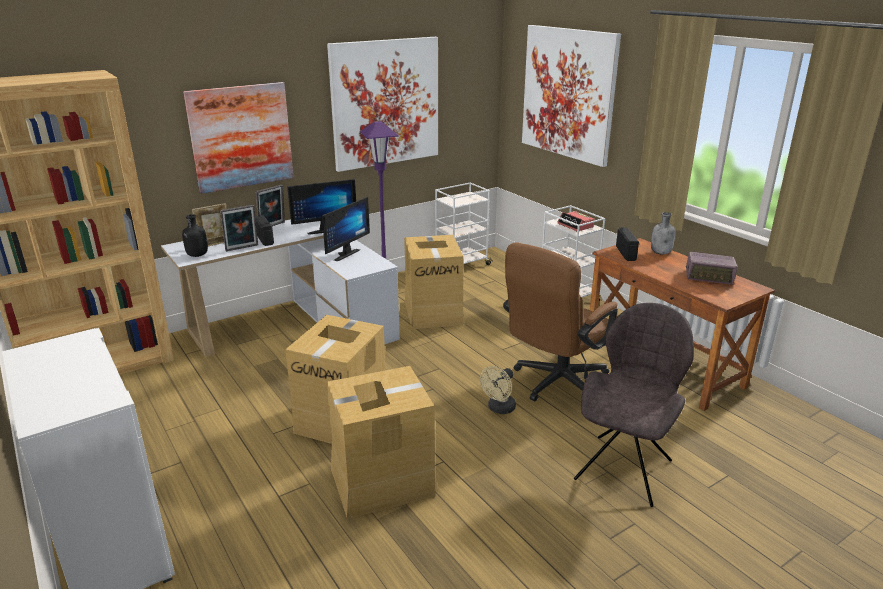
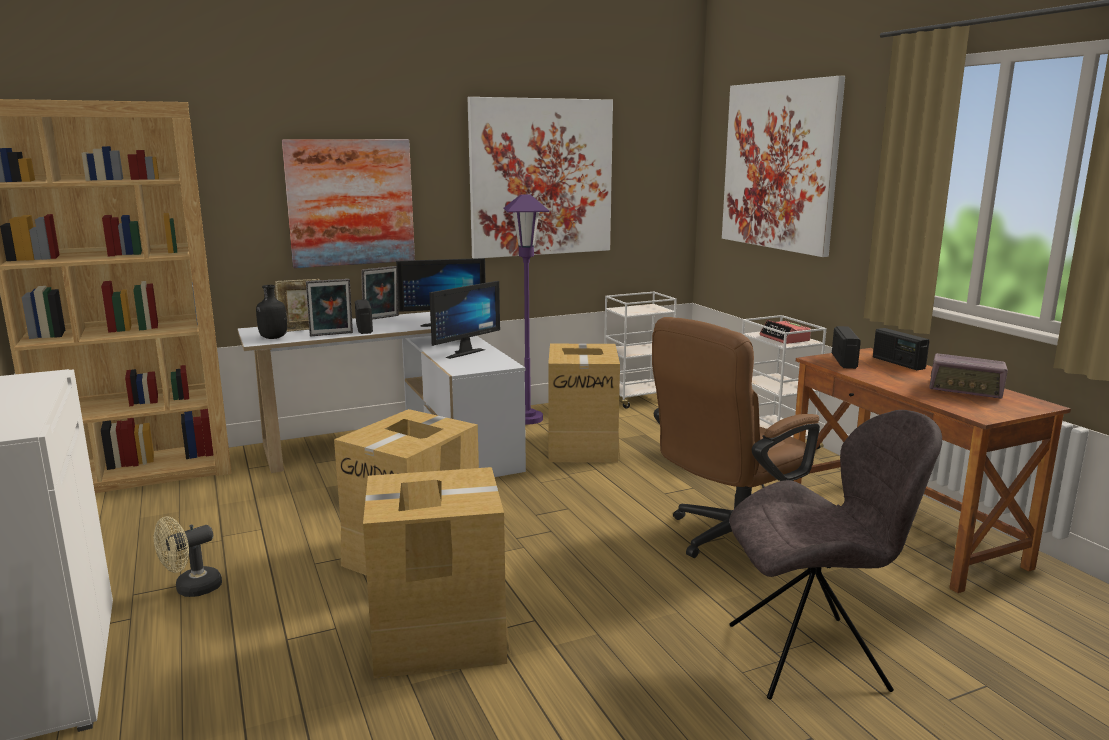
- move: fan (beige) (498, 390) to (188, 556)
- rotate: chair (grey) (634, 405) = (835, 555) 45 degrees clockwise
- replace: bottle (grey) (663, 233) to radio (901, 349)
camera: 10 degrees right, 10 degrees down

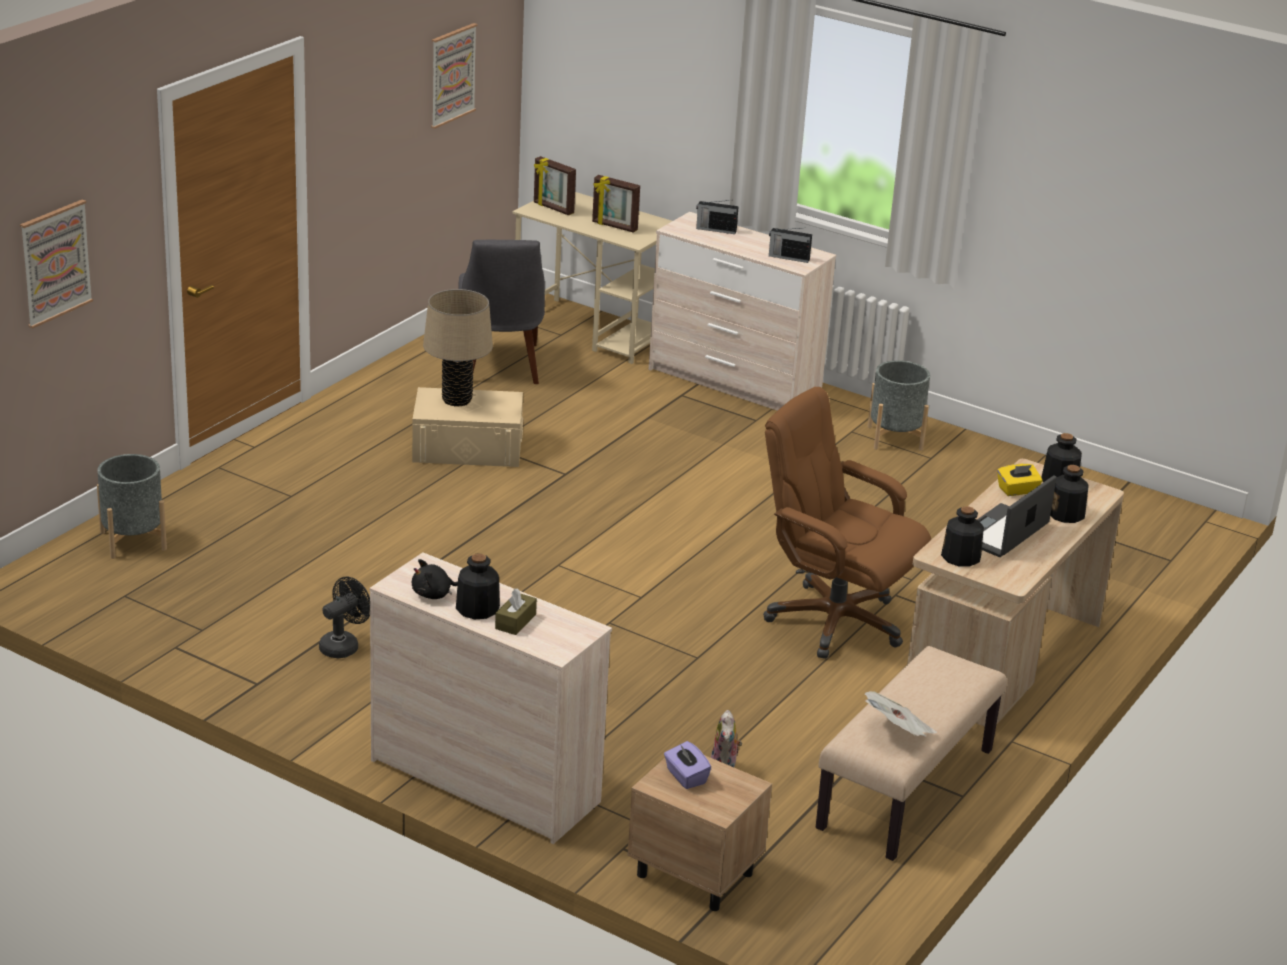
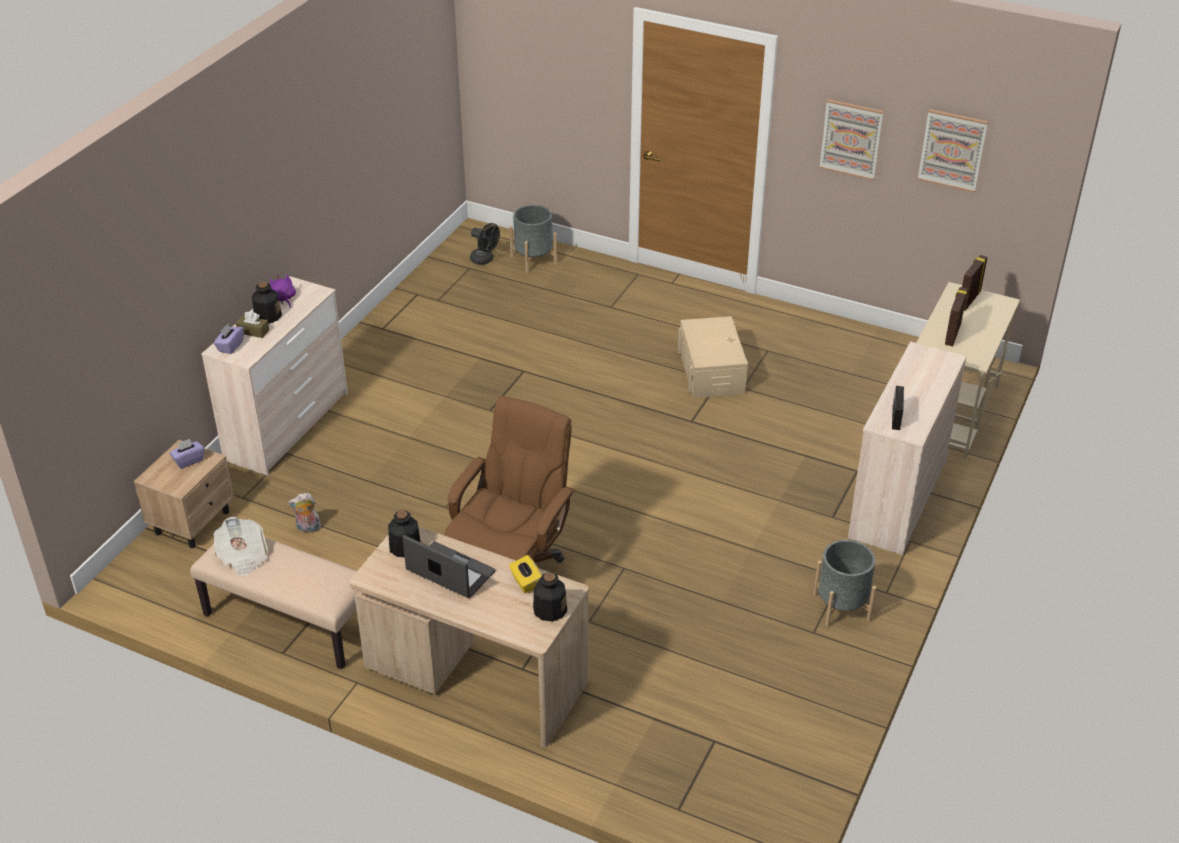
- move: picture (56, 264) to (851, 139)
- move: fan (black) (344, 617) to (485, 244)
- recolor: plush toy (black) (435, 579) to plush toy (purple) (283, 291)
- delete: table lamp (beige) (458, 348)
- delete: chair (grey) (501, 312)
- delete: radio (717, 217)
- delete: bottle (1069, 494)
- insert: tissue box (purple) (229, 339)
camera: 85 degrees right, 10 degrees up

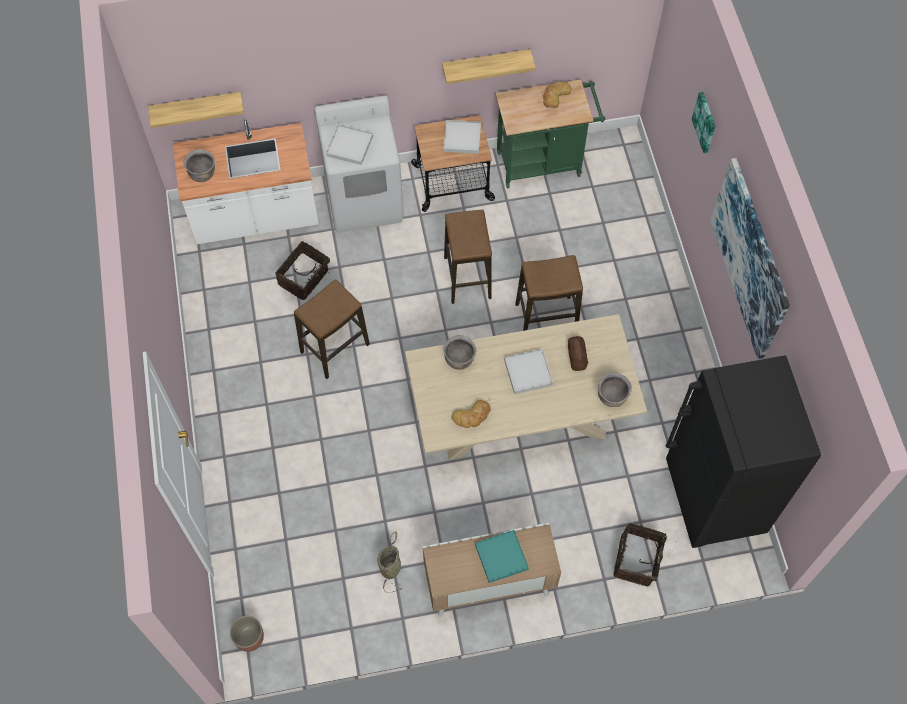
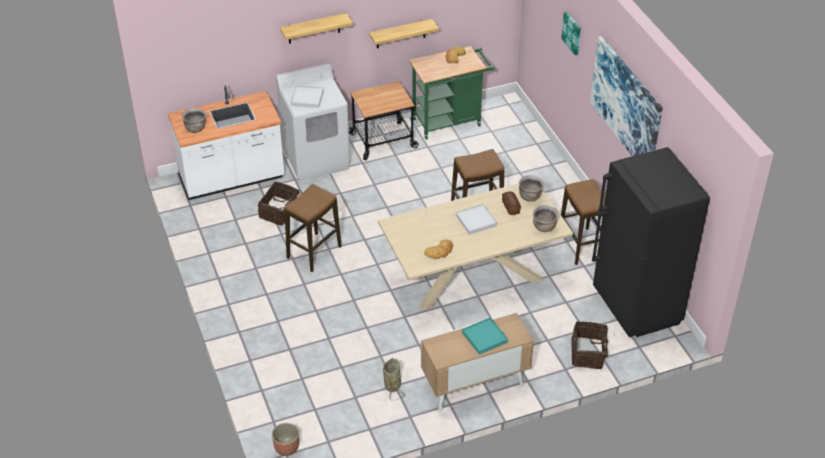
- move: shelf (196, 110) to (316, 28)
- move: cooking pot (brown) (459, 352) to (531, 189)
- delete: tray (white) (462, 137)
- move: stool (468, 256) to (583, 222)
camera: 10 degrees left, 20 degrees down

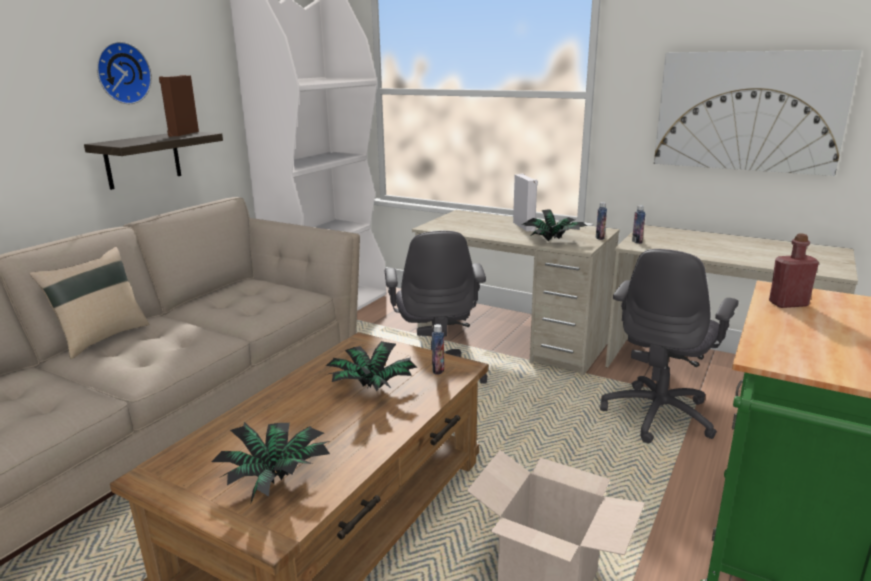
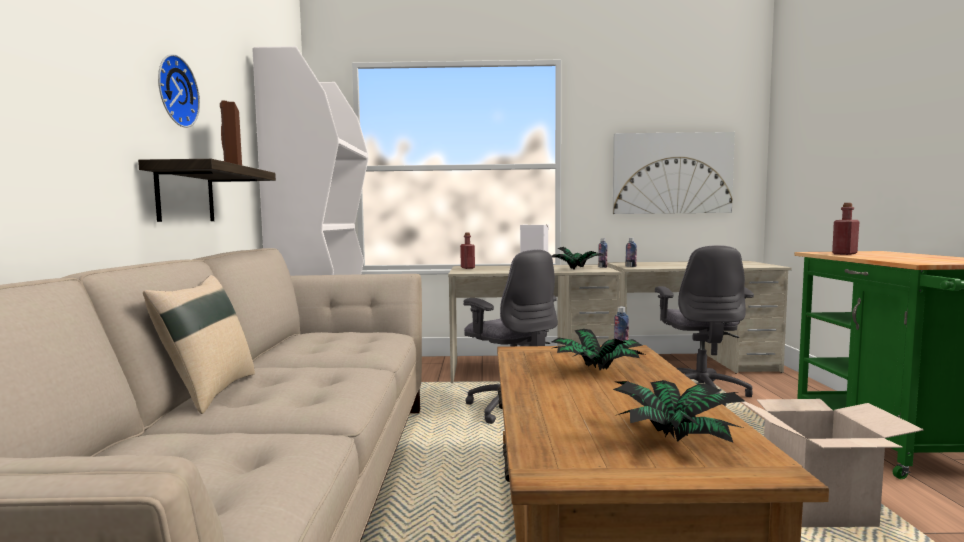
- insert: bottle (red) (467, 250)
camera: 30 degrees left, 15 degrees down

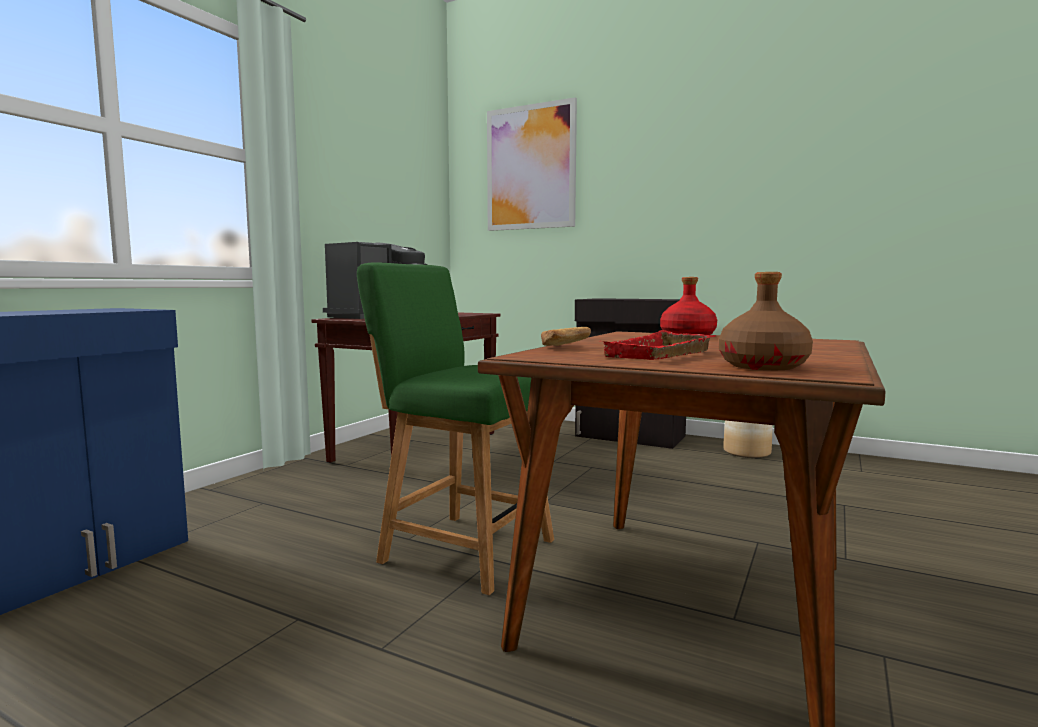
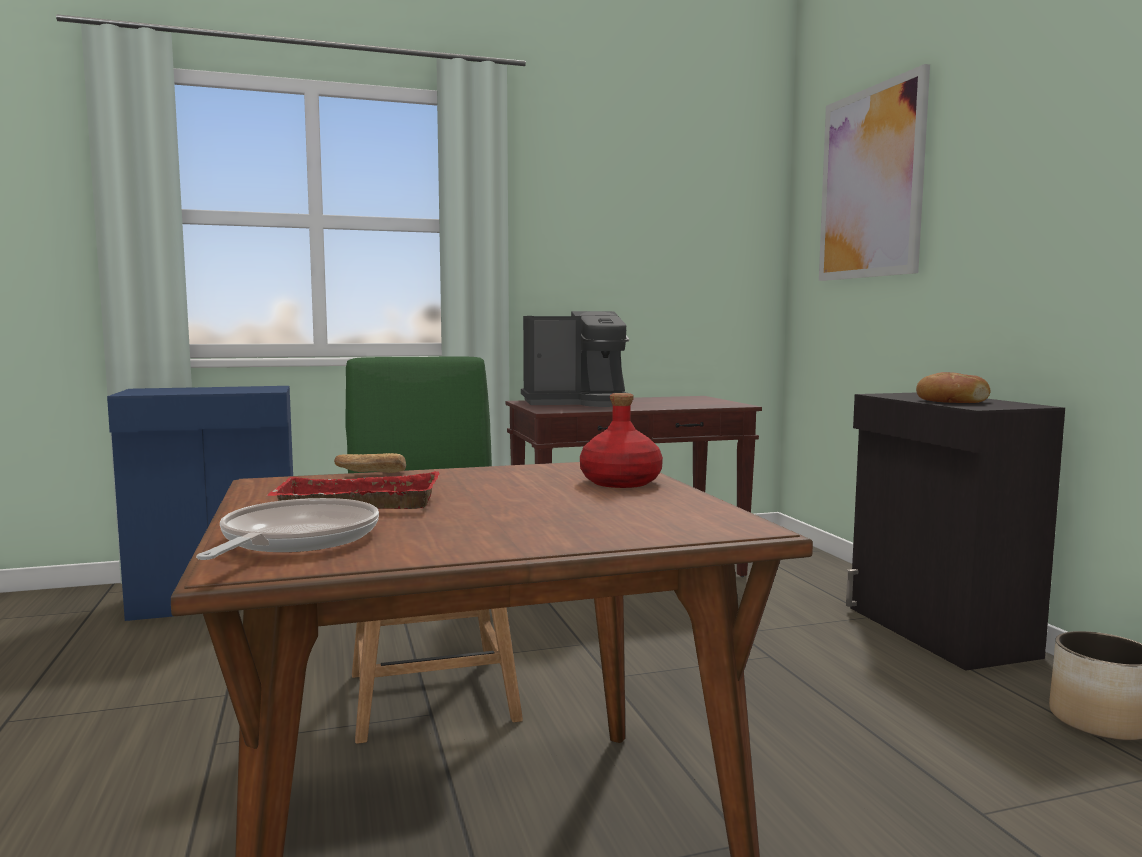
- replace: bottle (brown) (766, 321) to frying pan (287, 529)
- insert: bread (953, 387)
camera: 45 degrees right, 0 degrees up

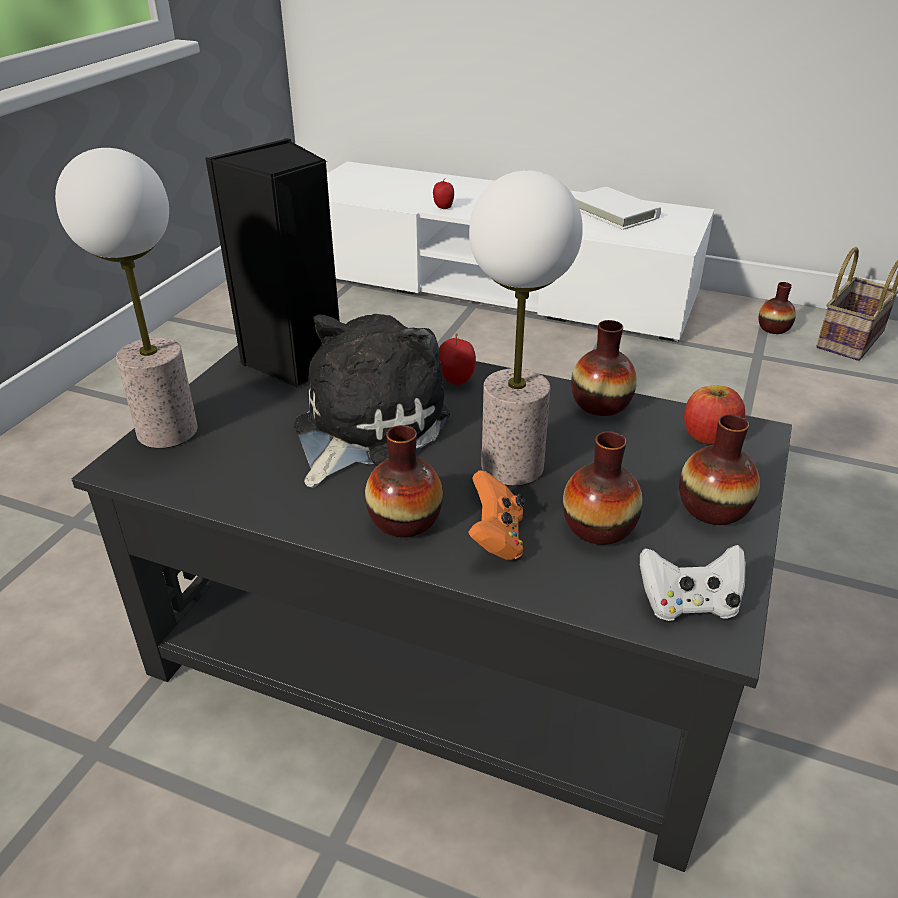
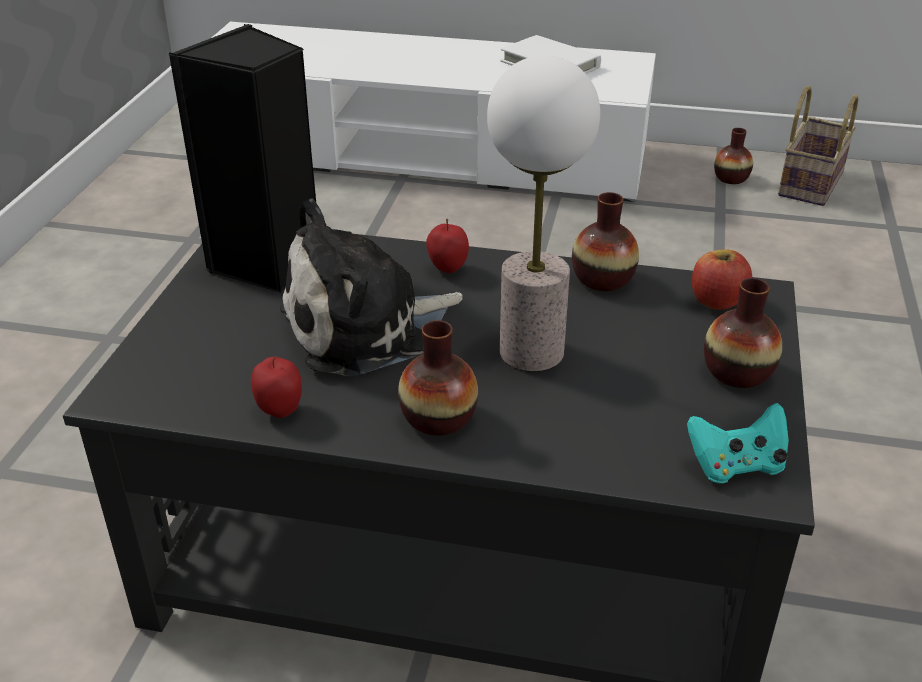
- delete: table lamp (126, 298)
- rotate: plush toy (372, 401) = (371, 287) 135 degrees counterclockwise
- move: apple (443, 194) to (276, 387)
- delete: game controller (orange) (496, 515)
- delete: vase (603, 488)
- recolor: game controller (white) (693, 583) to game controller (turquoise) (738, 443)
camera: 10 degrees left, 0 degrees up

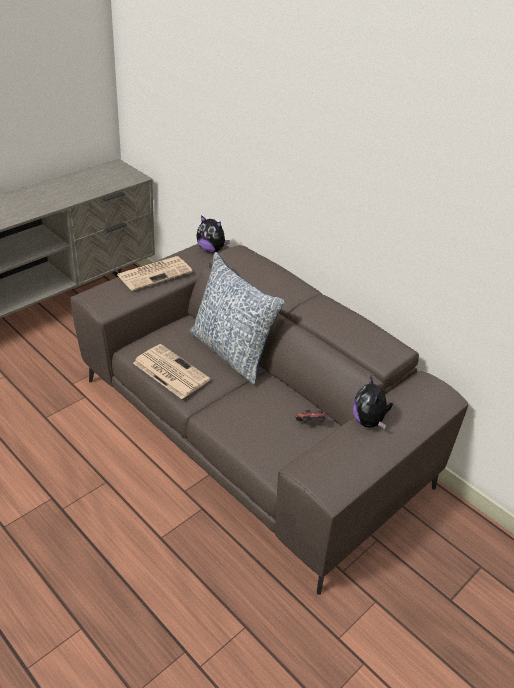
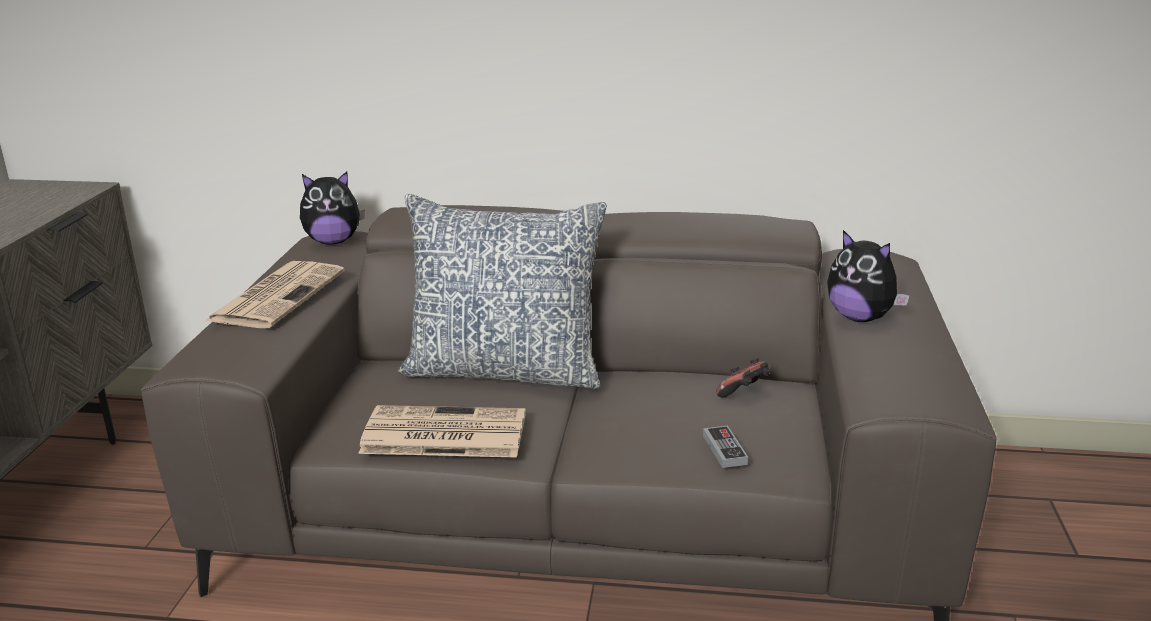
- insert: game controller (725, 447)
camera: 35 degrees left, 15 degrees down

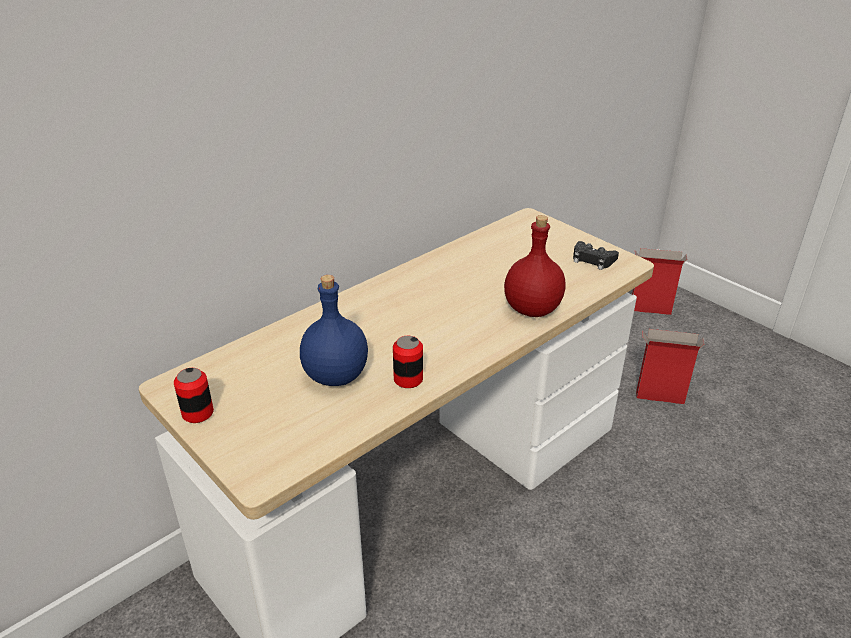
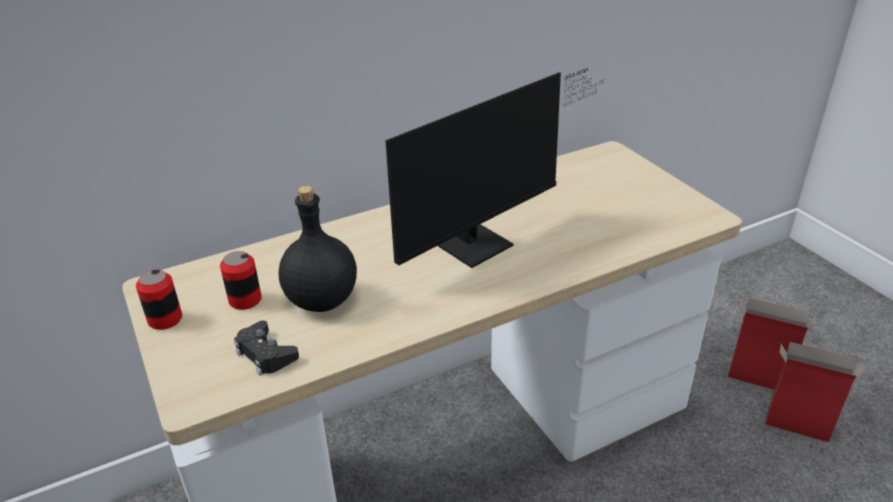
- recolor: bottle (blue) (334, 330) to bottle (black) (317, 249)
- move: can (408, 362) to (241, 280)
- delete: bottle (red) (535, 266)
- move: game controller (black) (596, 255) to (266, 348)
- move: cardboard box (659, 281) to (814, 392)
- insert: monitor (495, 168)
camera: 15 degrees right, 0 degrees up

